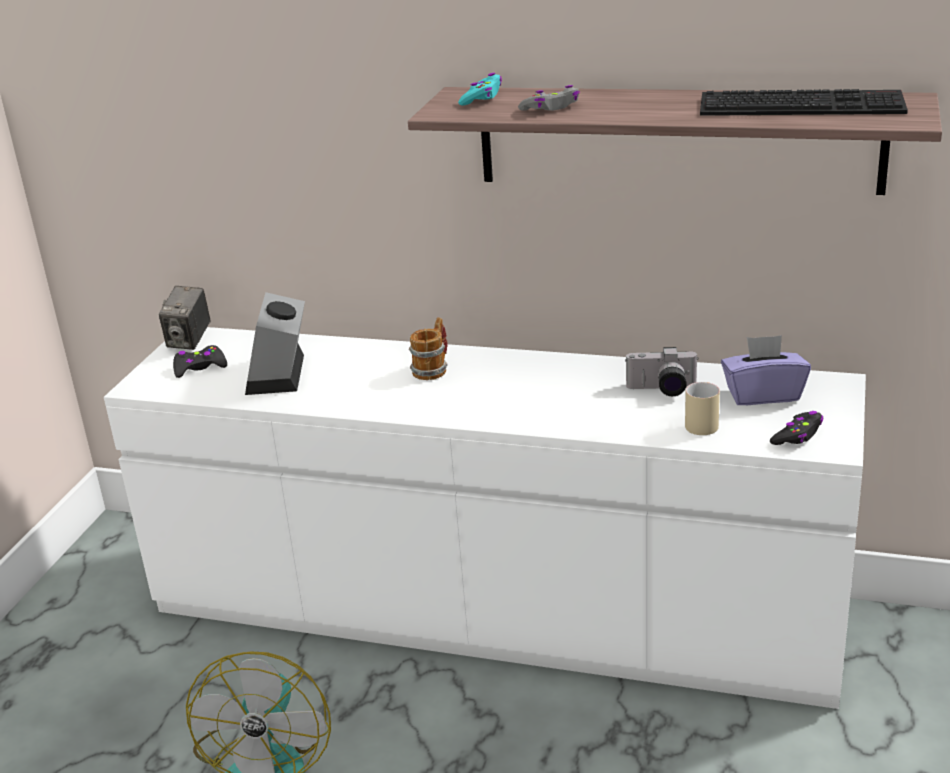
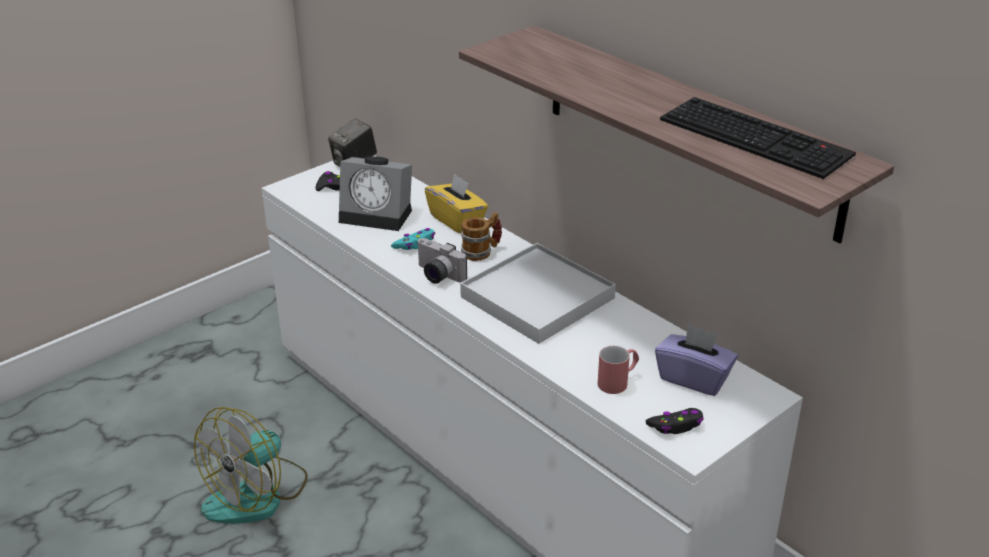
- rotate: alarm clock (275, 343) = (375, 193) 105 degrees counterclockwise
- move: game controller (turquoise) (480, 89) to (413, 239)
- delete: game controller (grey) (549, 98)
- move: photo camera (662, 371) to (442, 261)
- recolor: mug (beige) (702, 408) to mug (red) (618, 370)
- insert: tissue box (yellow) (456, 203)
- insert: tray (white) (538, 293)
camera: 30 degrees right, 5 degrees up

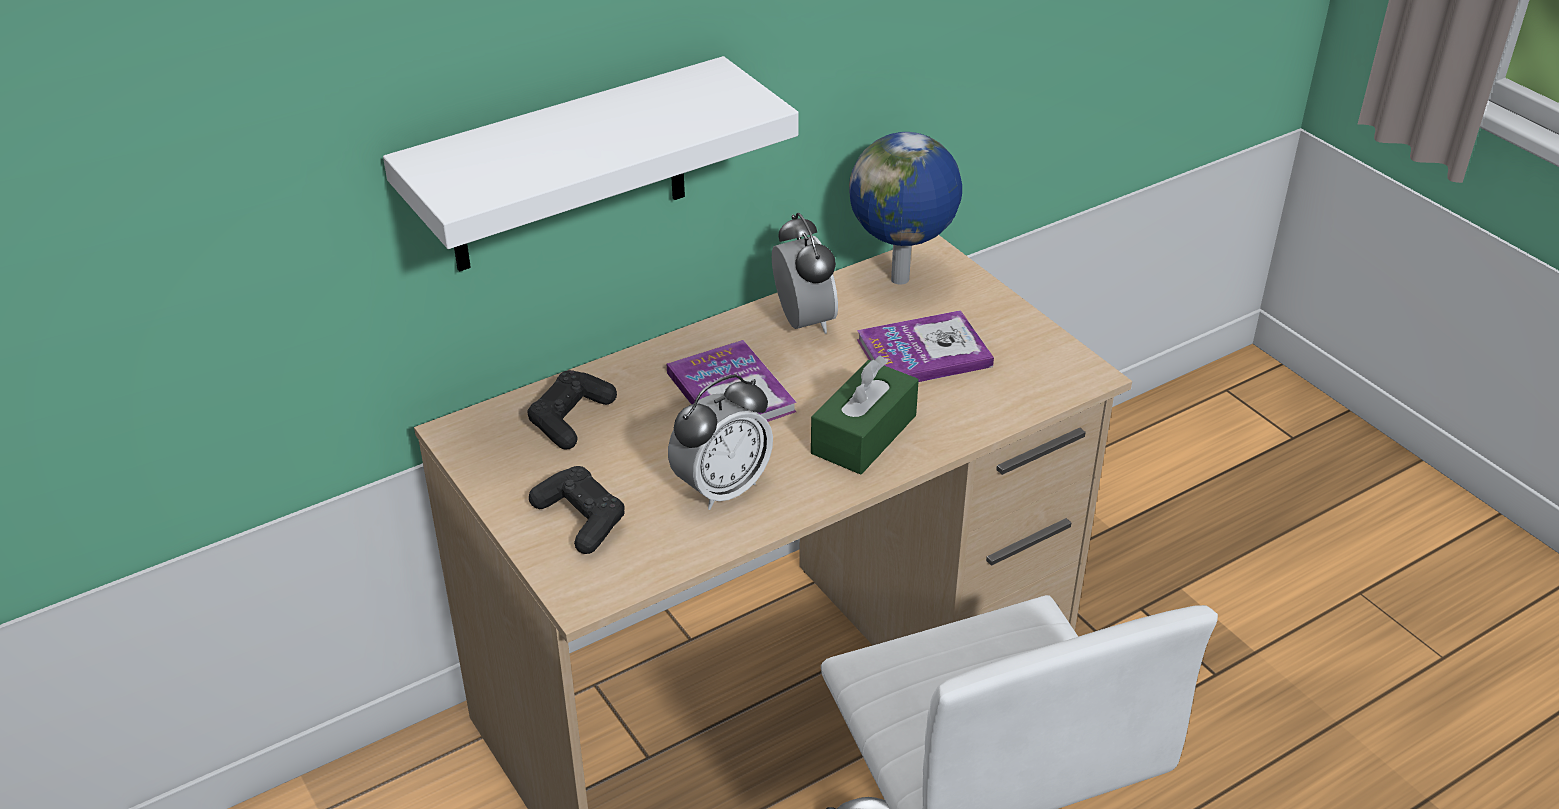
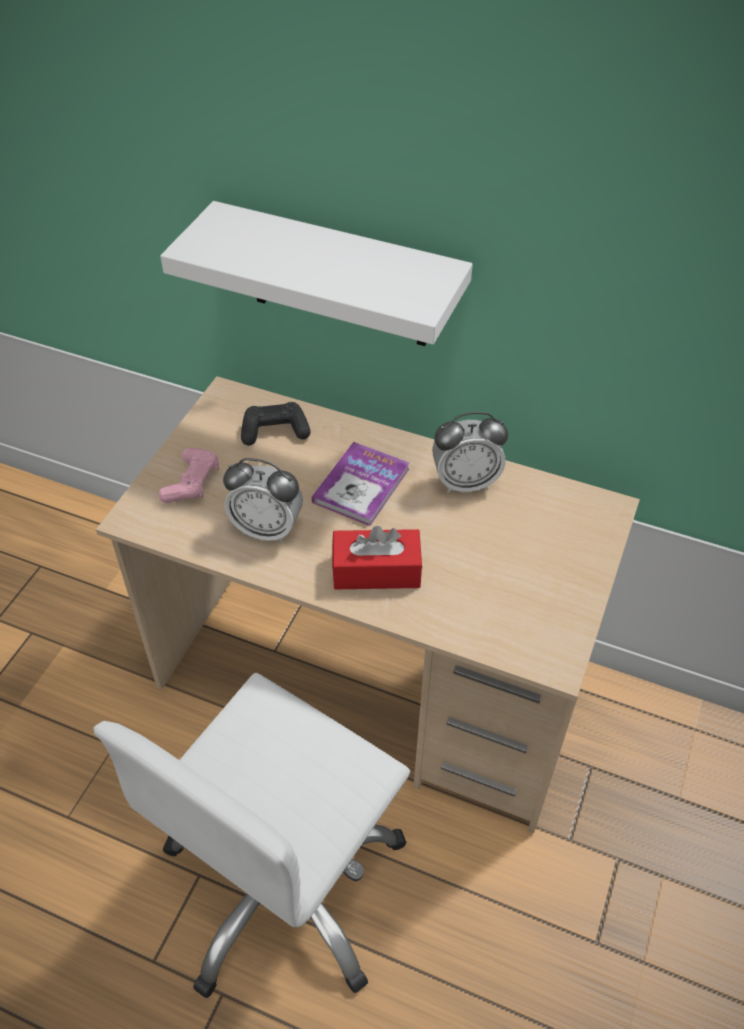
- recolor: game controller (black) (577, 510) to game controller (pink) (188, 475)
- rotate: alarm clock (805, 273) = (470, 452) 45 degrees clockwise
- recolor: tissue box (green) (865, 415) to tissue box (red) (377, 557)
- delete: globe (905, 208)
- delete: book (925, 346)
camera: 55 degrees right, 10 degrees up

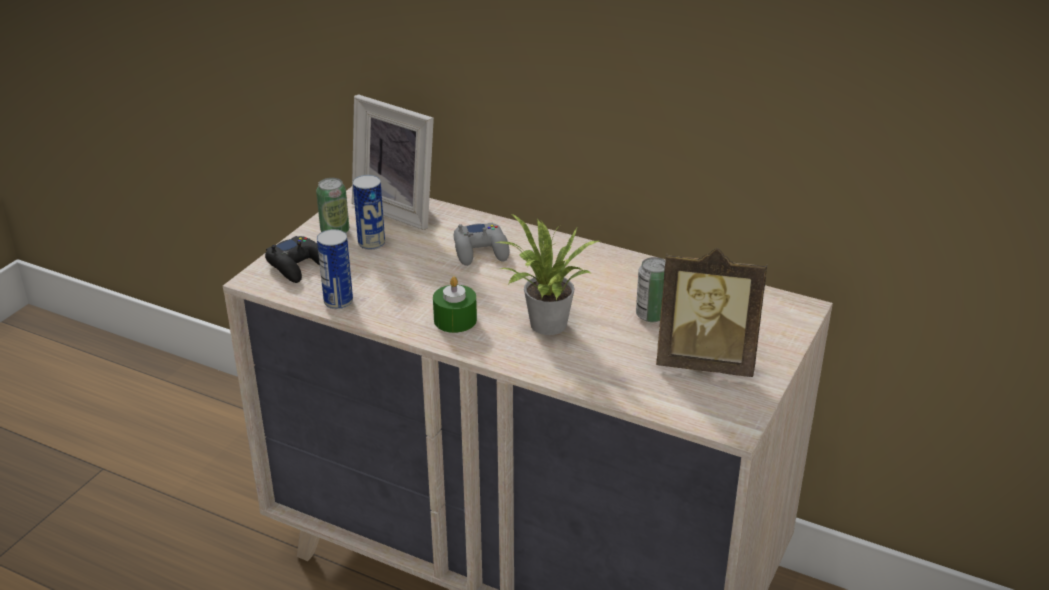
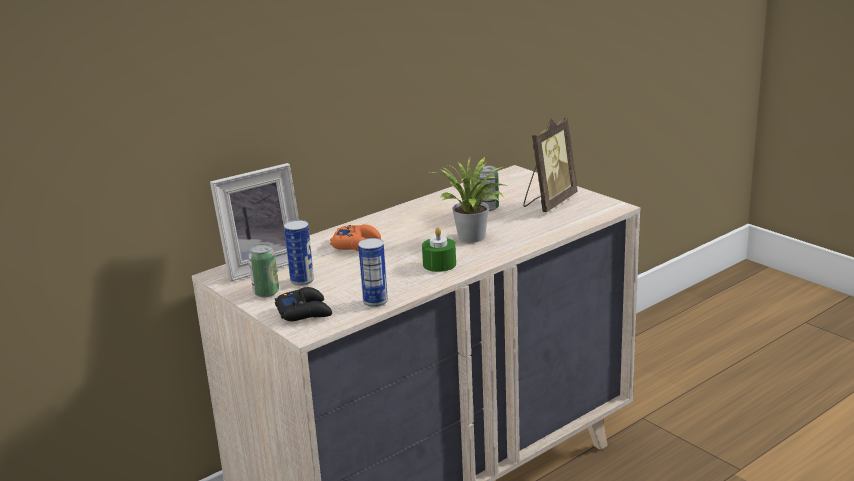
- recolor: game controller (grey) (481, 244) to game controller (orange) (355, 237)
camera: 65 degrees left, 10 degrees down

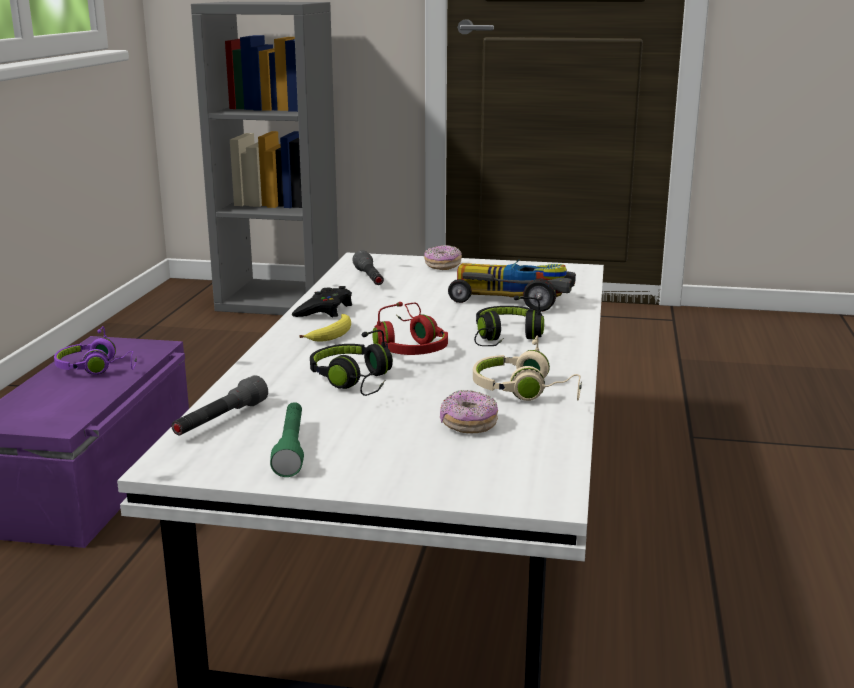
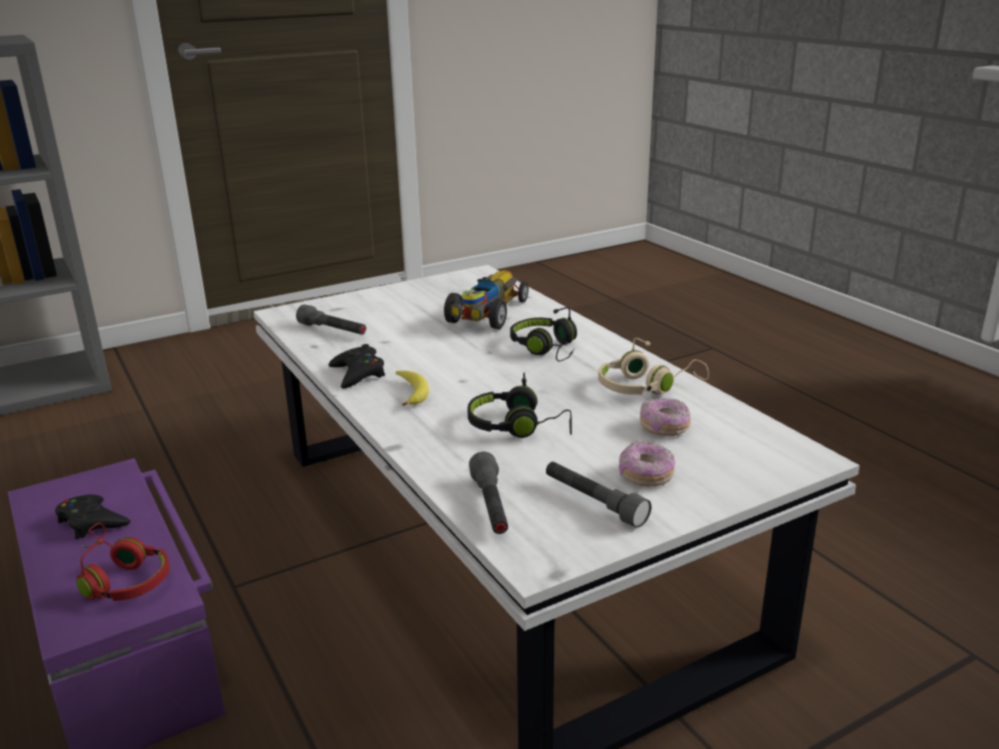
- replace: headphones (purple) (95, 350) to game controller (black) (92, 517)
- recolor: flashlight (green) (287, 439) to flashlight (grey) (598, 495)
- move: headphones (red) (410, 328) to (123, 562)
- move: donut (443, 257) to (647, 464)
- rotate: toy car (512, 285) = (486, 299) 135 degrees clockwise
camera: 40 degrees left, 5 degrees up

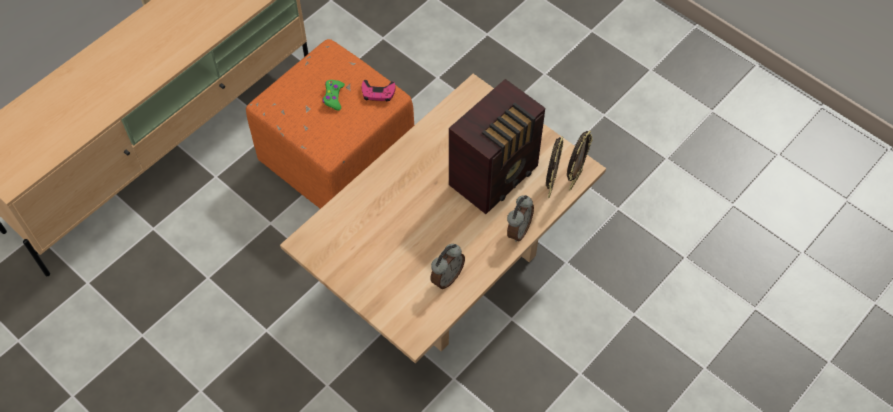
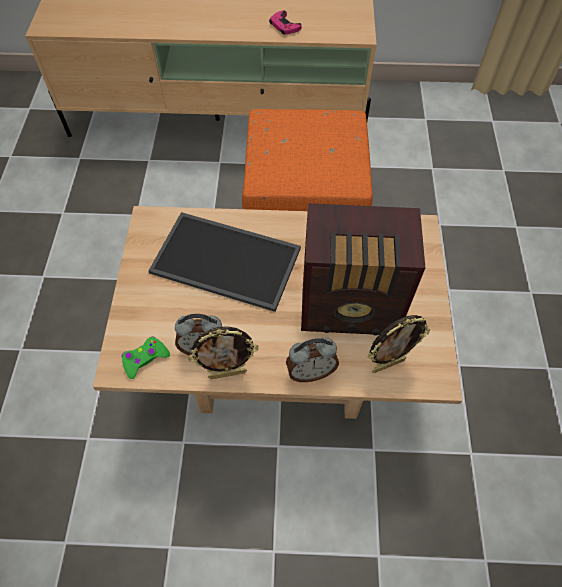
- move: game controller (green) (334, 95) to (146, 358)
- move: game controller (pink) (378, 91) to (285, 22)
- move: picture frame (580, 161) to (223, 352)
- insert: tray (225, 262)
camera: 50 degrees right, 0 degrees up

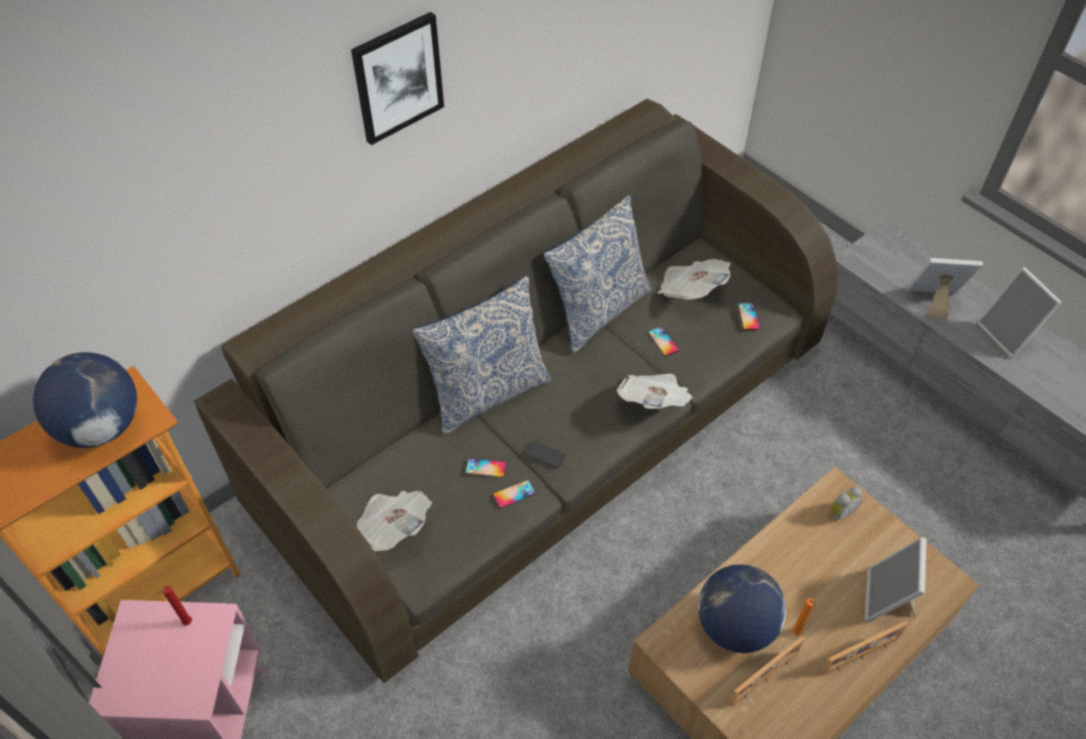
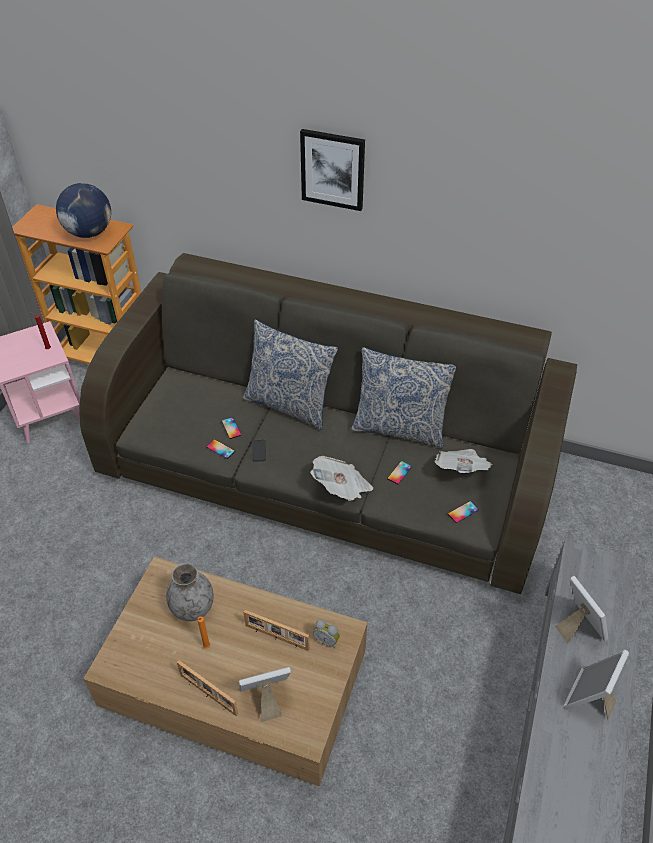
- delete: newspaper (394, 521)
- replace: globe (742, 608) to vase (grey) (190, 592)
- move: picture frame (767, 671) to (276, 630)
camera: 60 degrees right, 5 degrees down

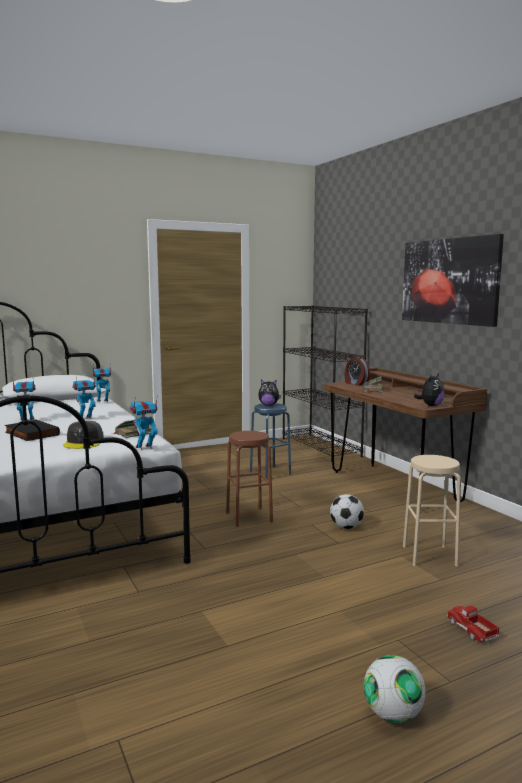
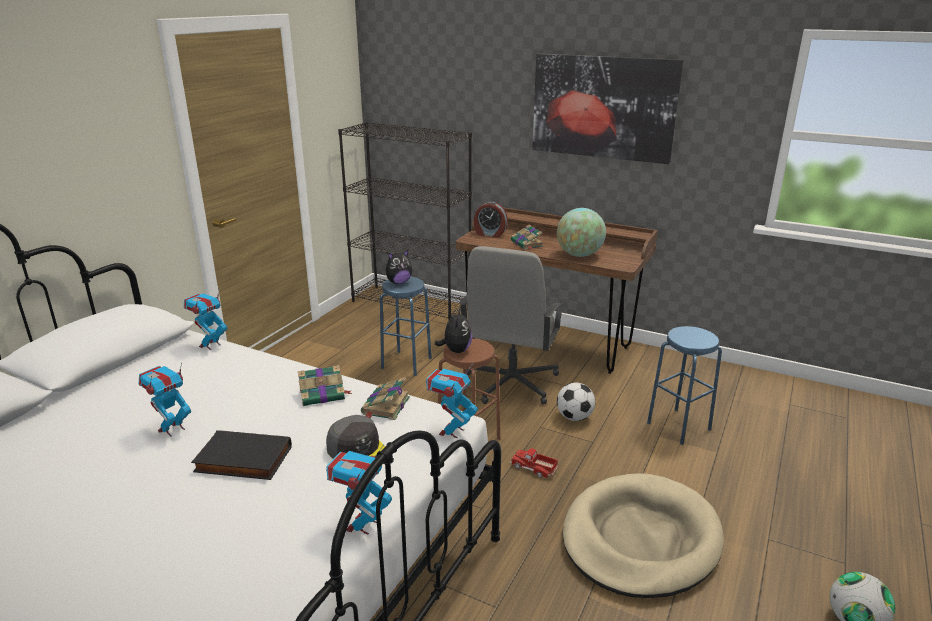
- move: toy robot (84, 397) to (359, 489)
- recolor: stool (beige) (432, 511) to stool (blue) (684, 385)
- move: plush toy (429, 389) to (453, 330)
- move: toy truck (473, 624) to (534, 463)
- insert: book (325, 385)
- insert: office chair (grey) (511, 325)
- insert: globe (581, 232)
- insert: dog bed (beige) (643, 535)
camera: 35 degrees left, 15 degrees up

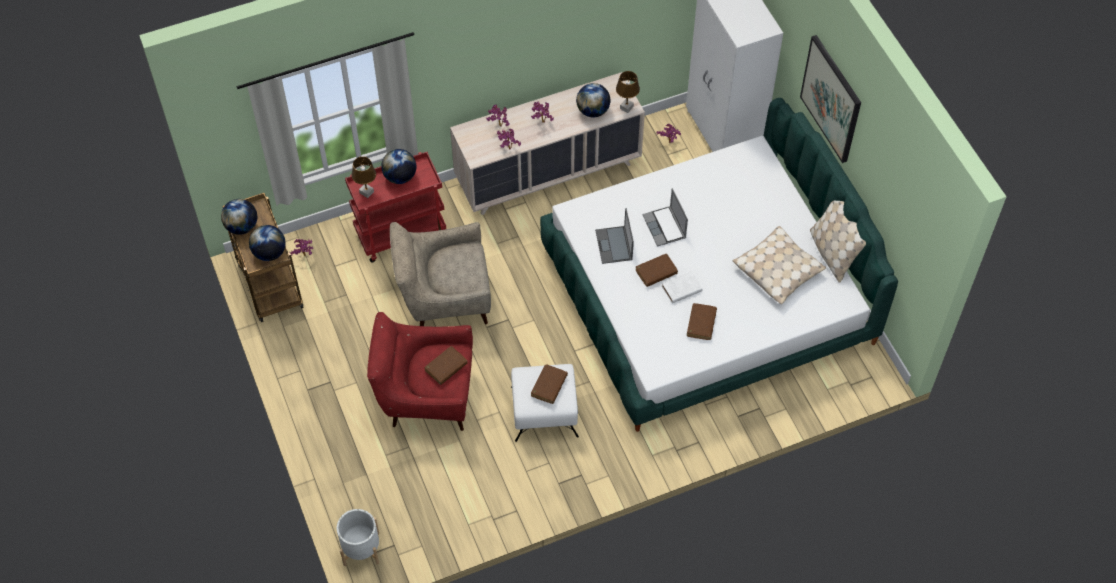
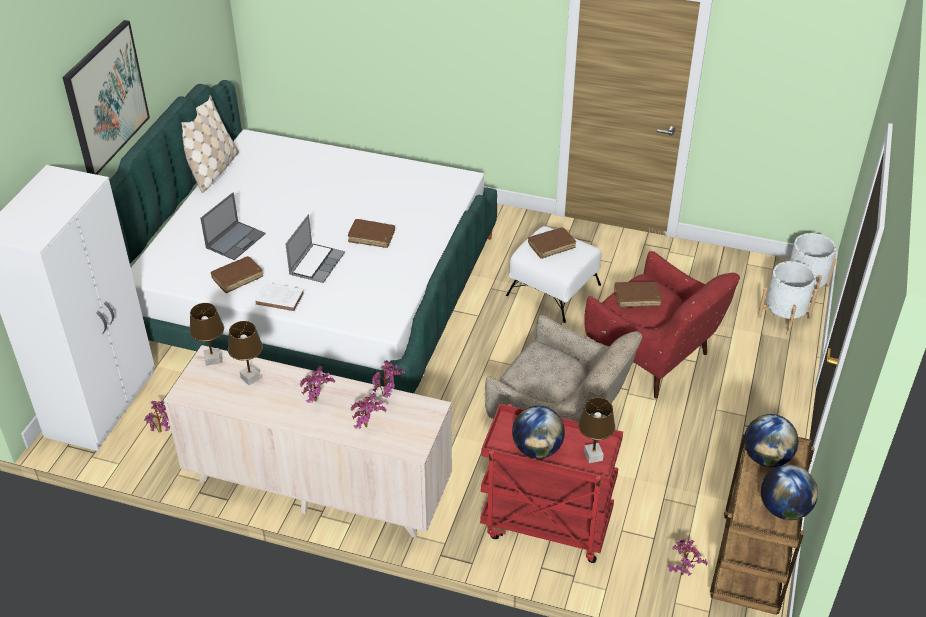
- replace: globe (593, 100) to table lamp (brown) (245, 353)
- move: laptop (614, 236) to (233, 226)
- move: book (white) (682, 287) to (279, 297)
- move: book (brown) (702, 321) to (237, 274)
- delete: pillow (beige) (779, 265)
- insert: planter (white) (788, 298)
camera: 140 degrees left, 15 degrees down

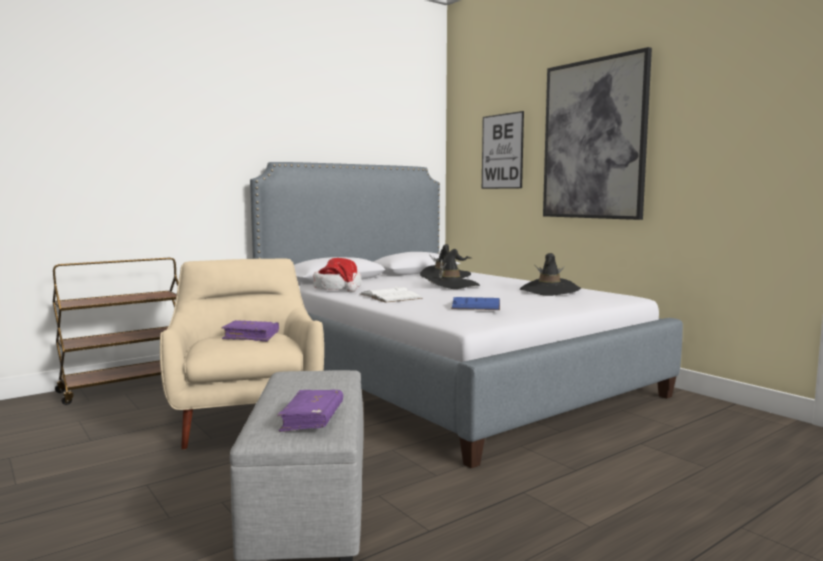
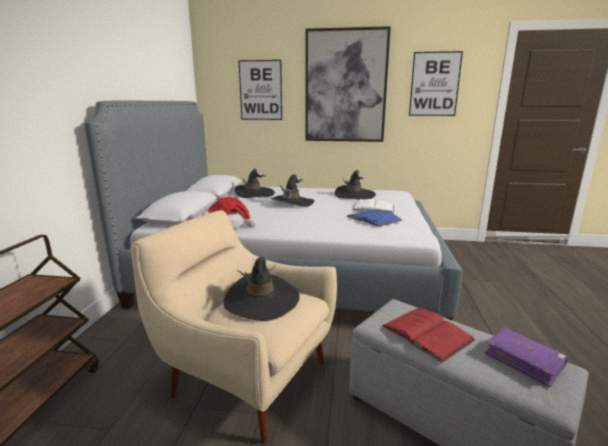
- replace: book (purple) (250, 331) to hat (black) (262, 289)
- move: book (white) (391, 294) to (373, 206)
- insert: book (red) (428, 335)
- insert: picture (436, 83)
camera: 45 degrees left, 10 degrees up

